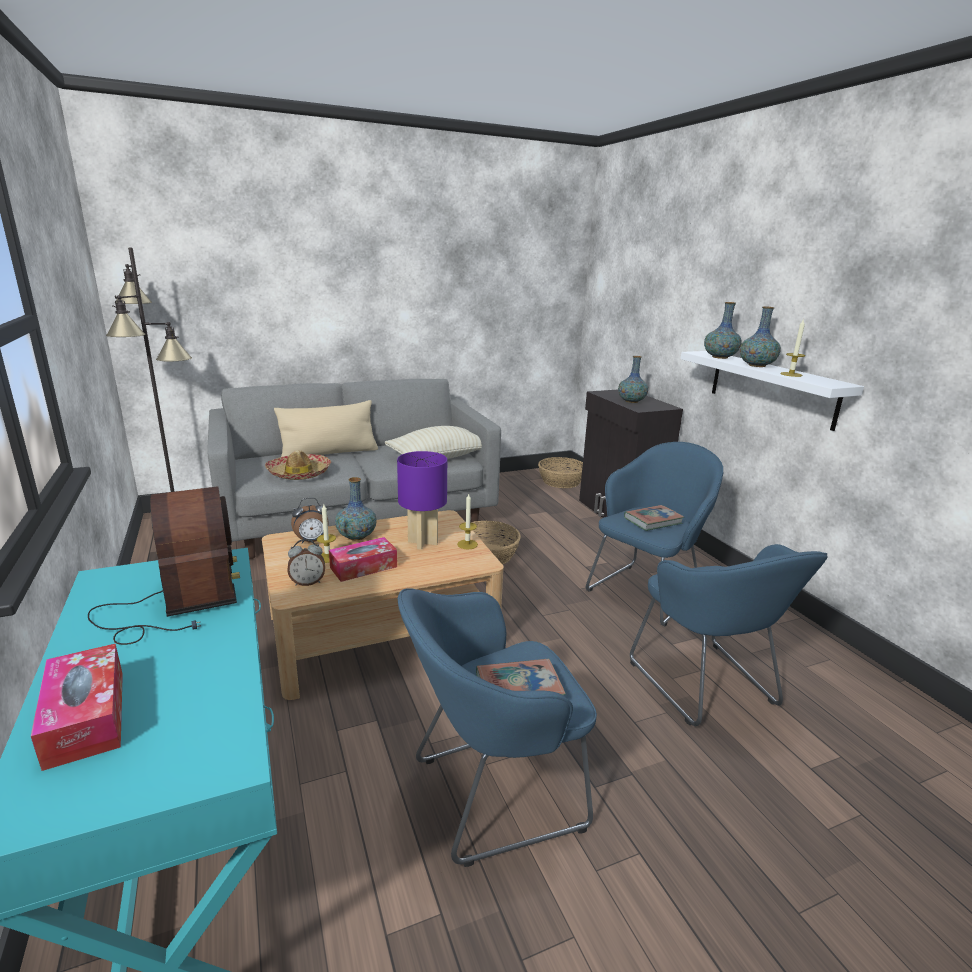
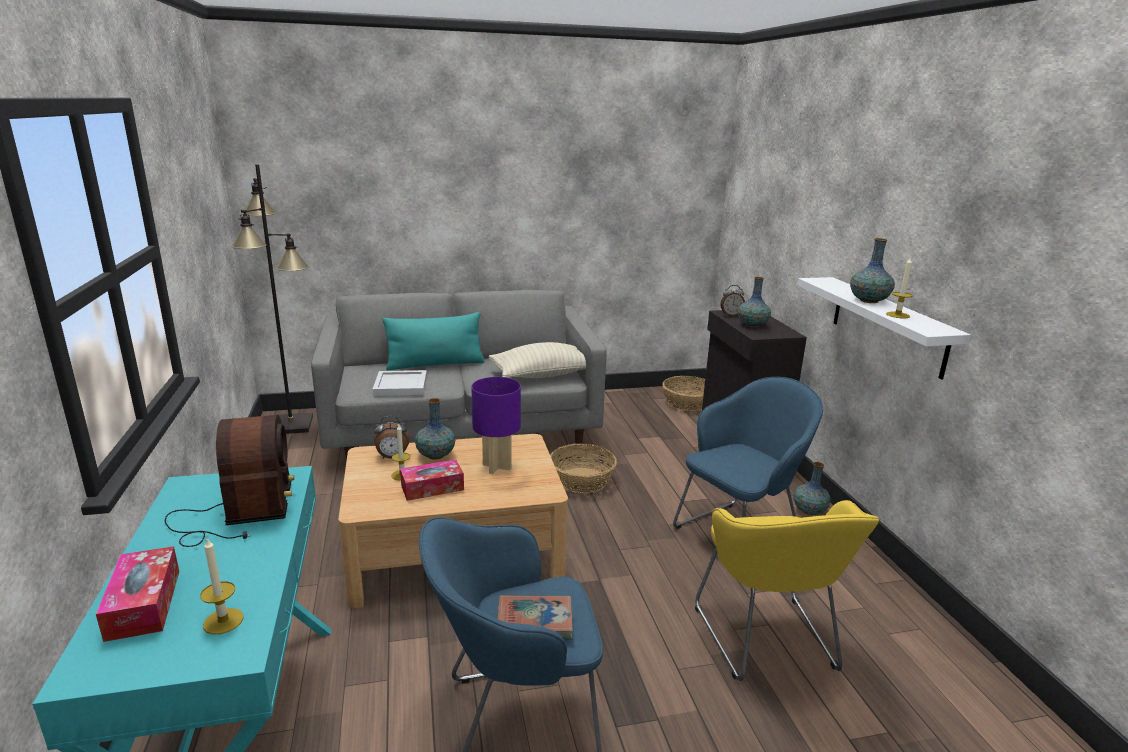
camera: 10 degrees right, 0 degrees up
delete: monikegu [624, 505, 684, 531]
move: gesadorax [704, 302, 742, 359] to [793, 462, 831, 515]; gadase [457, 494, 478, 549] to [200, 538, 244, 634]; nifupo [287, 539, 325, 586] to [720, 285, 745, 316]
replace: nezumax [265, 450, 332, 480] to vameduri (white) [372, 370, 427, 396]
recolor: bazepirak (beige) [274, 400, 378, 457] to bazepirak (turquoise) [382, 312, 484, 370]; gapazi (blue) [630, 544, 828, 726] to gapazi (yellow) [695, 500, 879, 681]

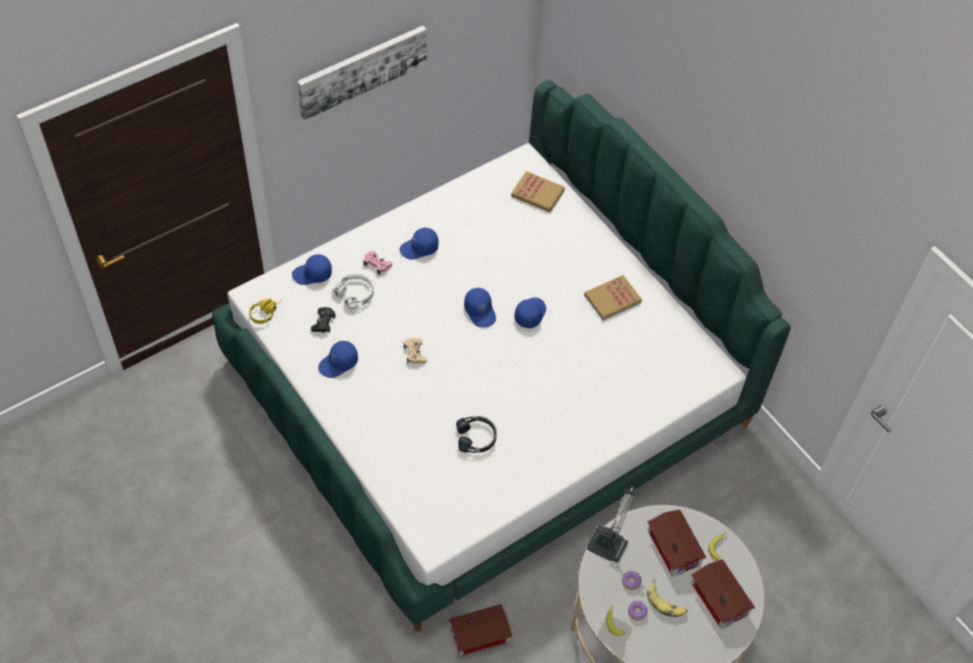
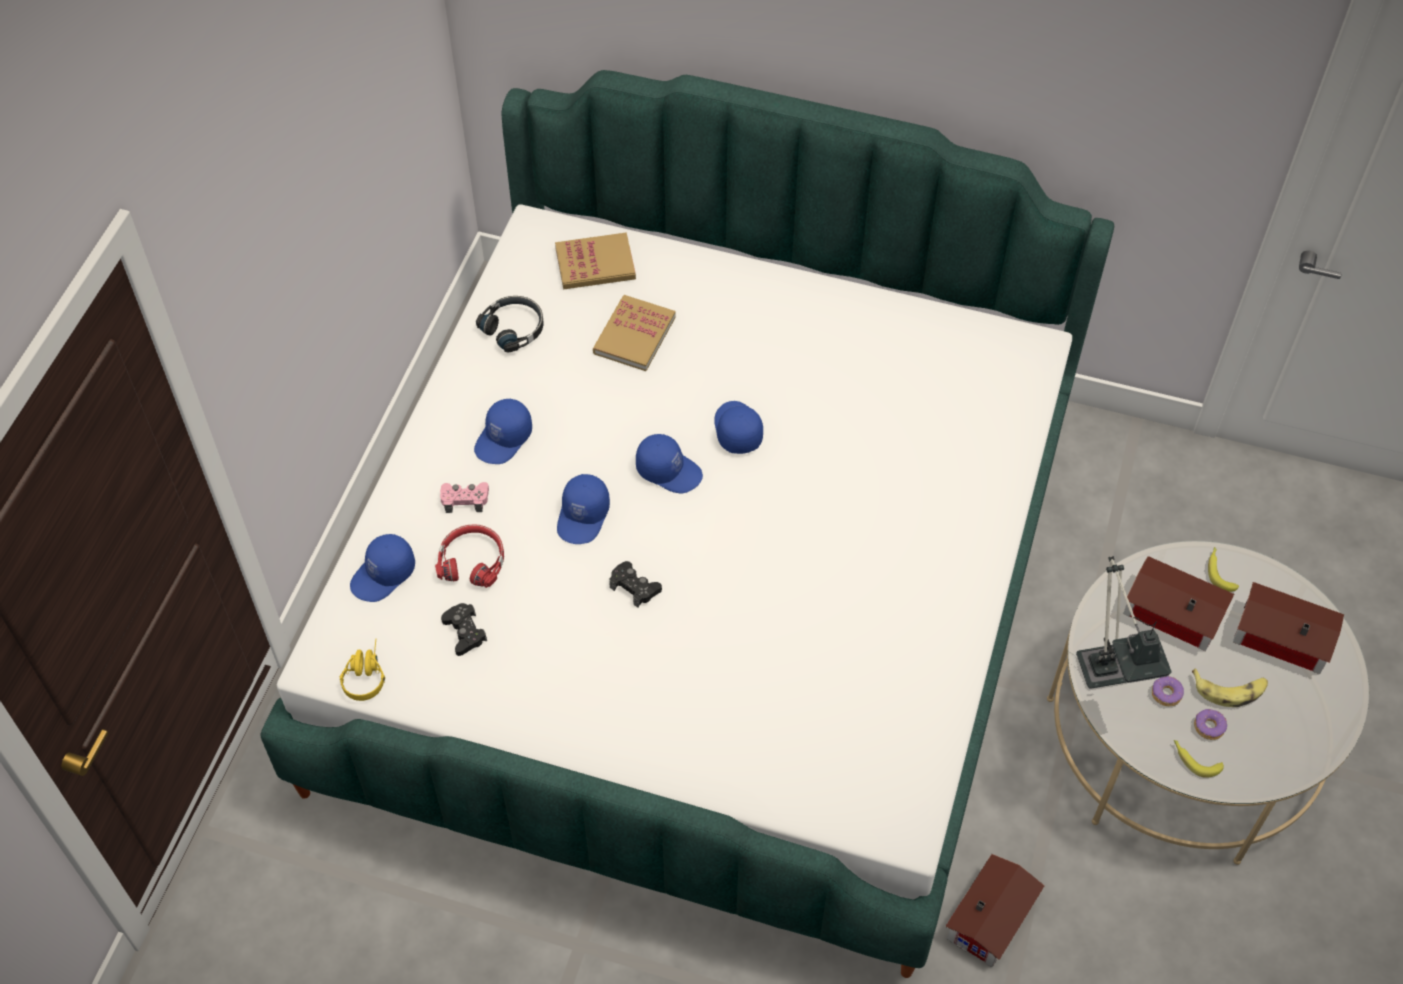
camera: 35 degrees left, 0 degrees up
delete: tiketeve [297, 26, 427, 120]
move: monikegu [584, 275, 642, 320] to [593, 295, 676, 371]; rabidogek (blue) [318, 341, 358, 378] to [557, 474, 610, 544]; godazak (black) [456, 416, 497, 453] to [476, 296, 543, 353]
recolor: godazak (white) [332, 274, 374, 310] to godazak (red) [435, 524, 504, 588]; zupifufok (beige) [404, 338, 427, 364] to zupifufok (black) [609, 561, 662, 608]

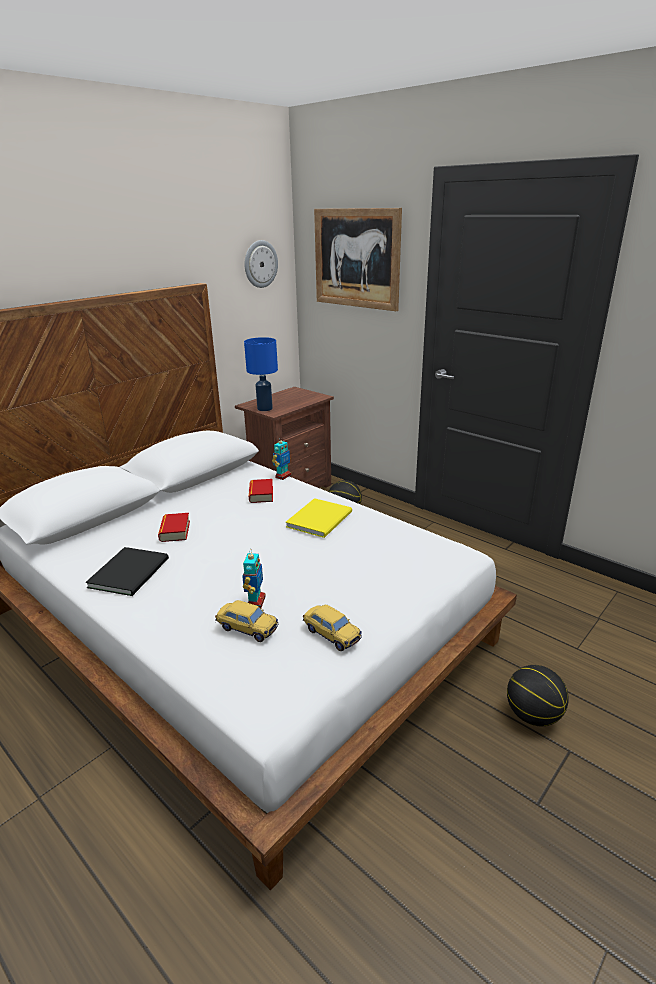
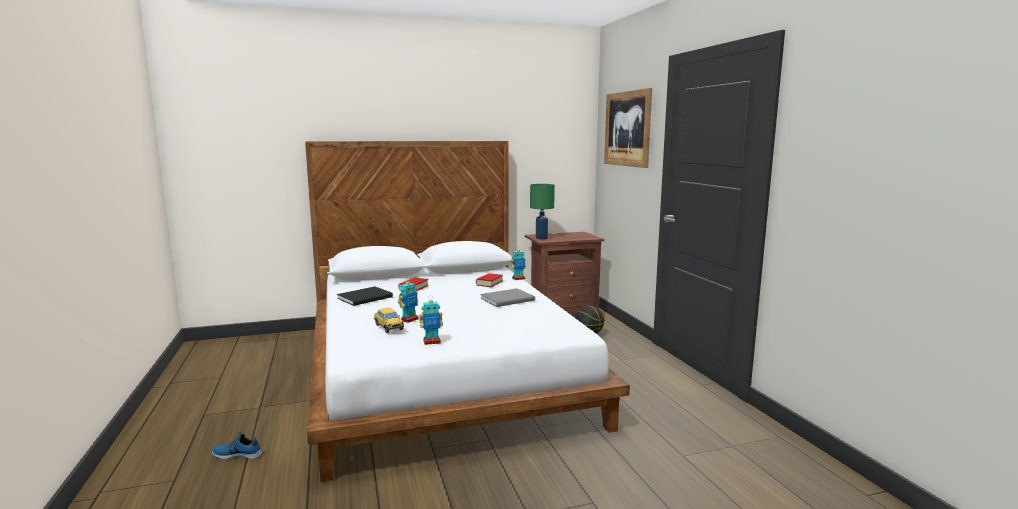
camera: 30 degrees right, 15 degrees down
delete: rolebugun [244, 240, 278, 288]; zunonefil [507, 665, 569, 726]
insert: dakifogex [212, 431, 262, 459]
replace: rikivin [303, 605, 362, 651] to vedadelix [420, 295, 443, 345]
recolor: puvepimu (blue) [244, 337, 278, 411] to puvepimu (green) [530, 184, 555, 239]; monikegu (yellow) [286, 498, 352, 538] to monikegu (grey) [480, 288, 535, 307]

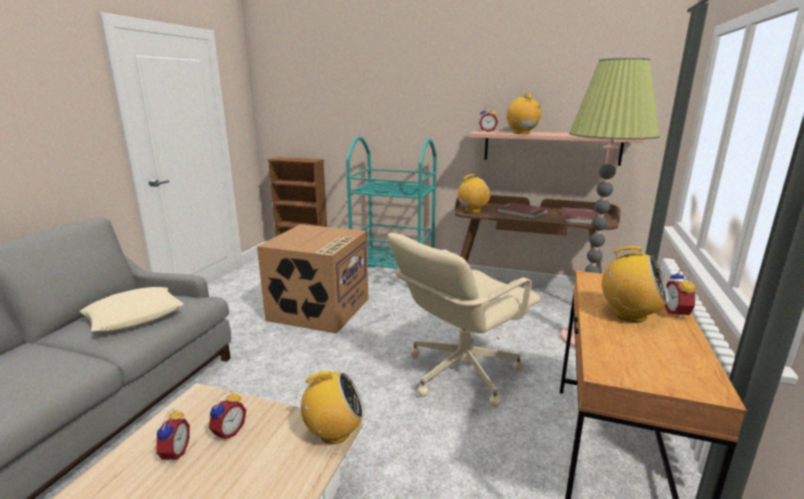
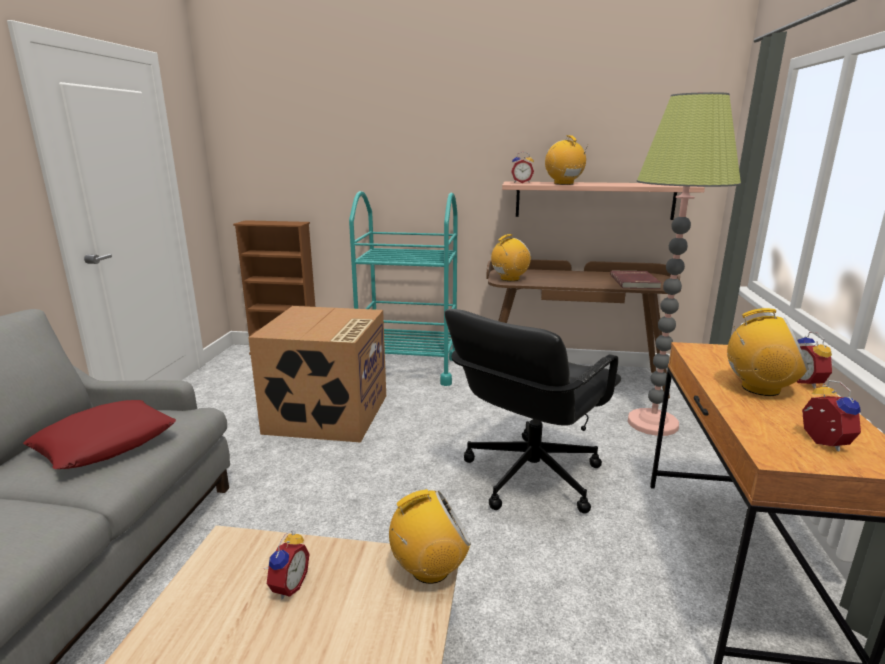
camera: 10 degrees left, 0 degrees up
delete: monikegu (red) [498, 202, 548, 219]
move: nifupo [154, 408, 190, 464] to [802, 380, 861, 452]
recolor: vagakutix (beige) [388, 233, 541, 407] to vagakutix (black) [444, 309, 621, 514]; bazepirak (beige) [79, 287, 184, 332] to bazepirak (red) [23, 400, 176, 469]

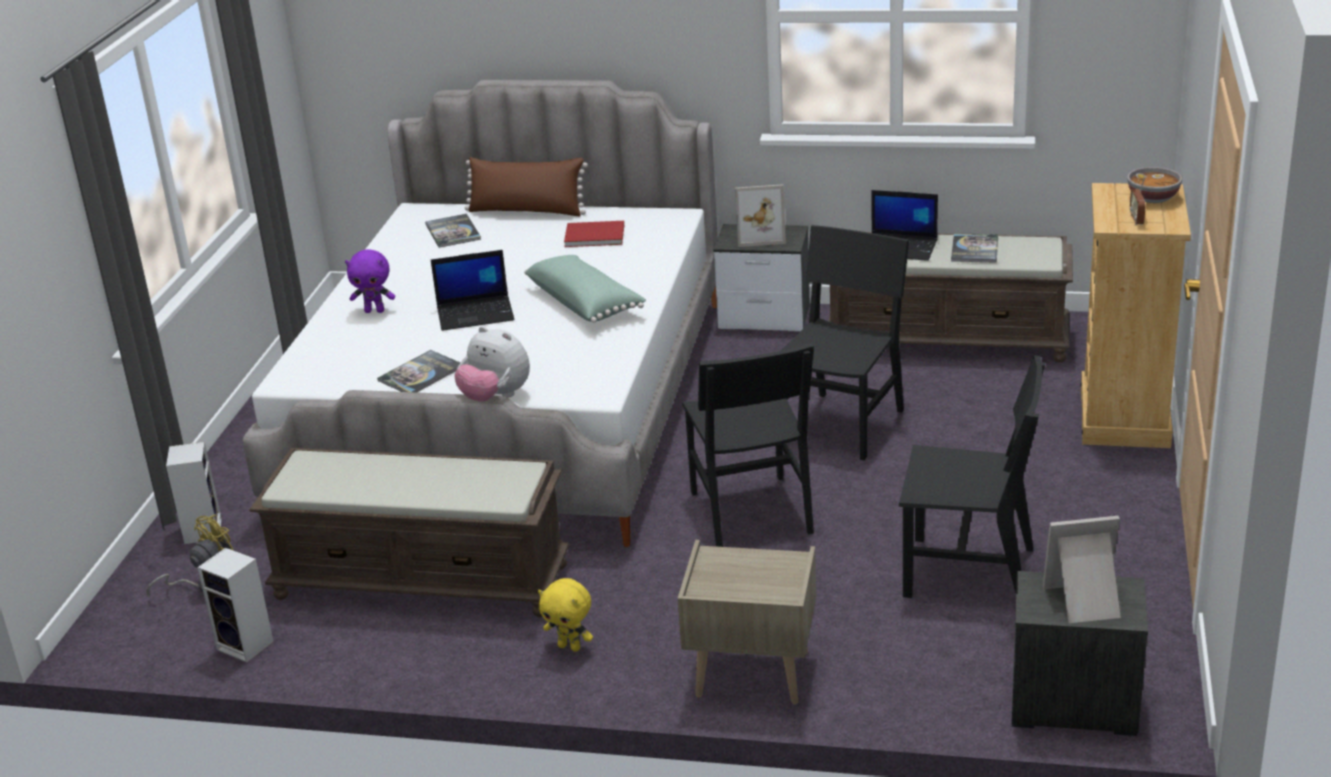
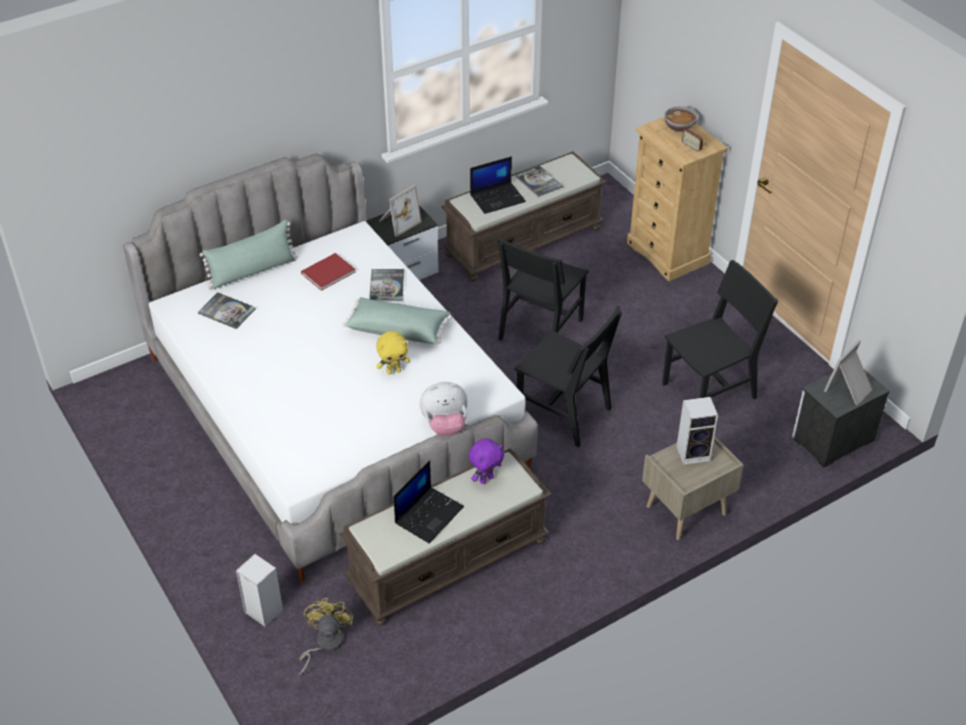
camera: 45 degrees left, 15 degrees up
move: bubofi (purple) [345, 249, 395, 313] to [468, 438, 504, 484]; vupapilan [431, 250, 515, 331] to [394, 460, 464, 543]; monikegu [377, 350, 460, 392] to [369, 269, 404, 301]; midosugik [197, 548, 274, 663] to [677, 397, 718, 465]; bubofi (yellow) [538, 578, 593, 652] to [376, 331, 410, 375]
recolor: bazepirak (brown) [465, 157, 588, 216] to bazepirak (green) [199, 220, 298, 289]
rotate: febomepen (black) [781, 225, 909, 460] = [497, 237, 589, 341] 135 degrees counterclockwise

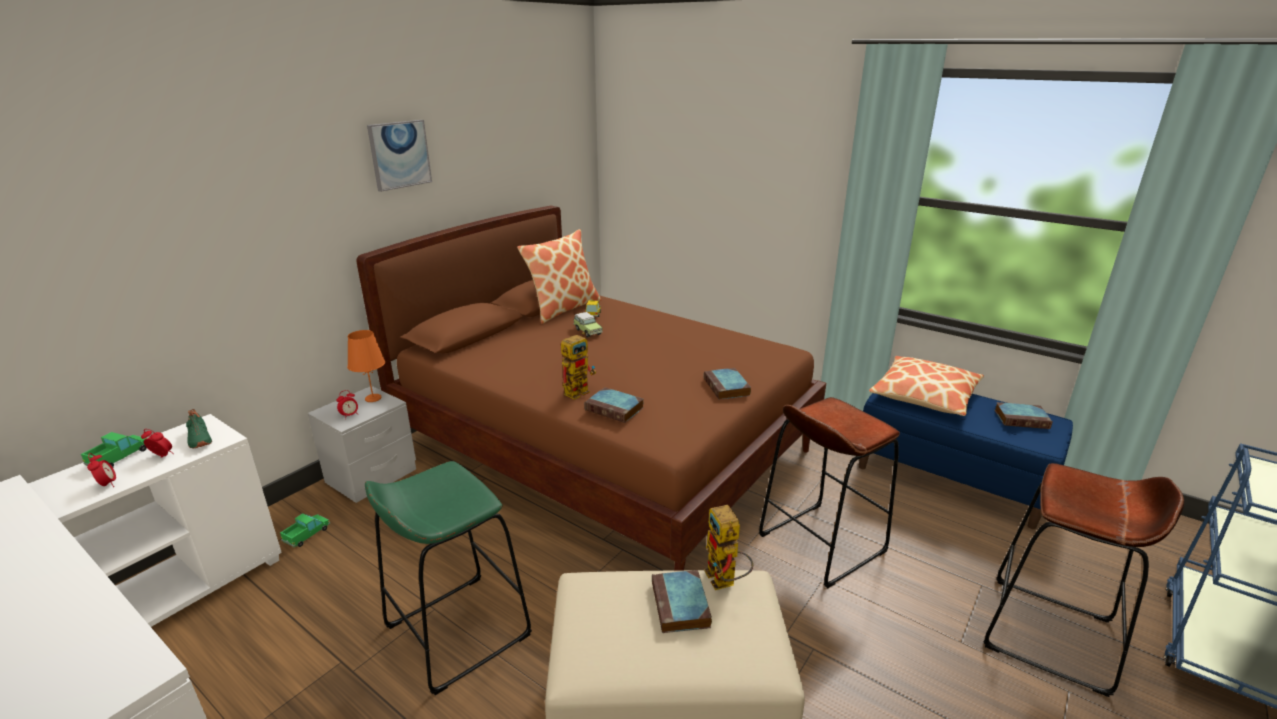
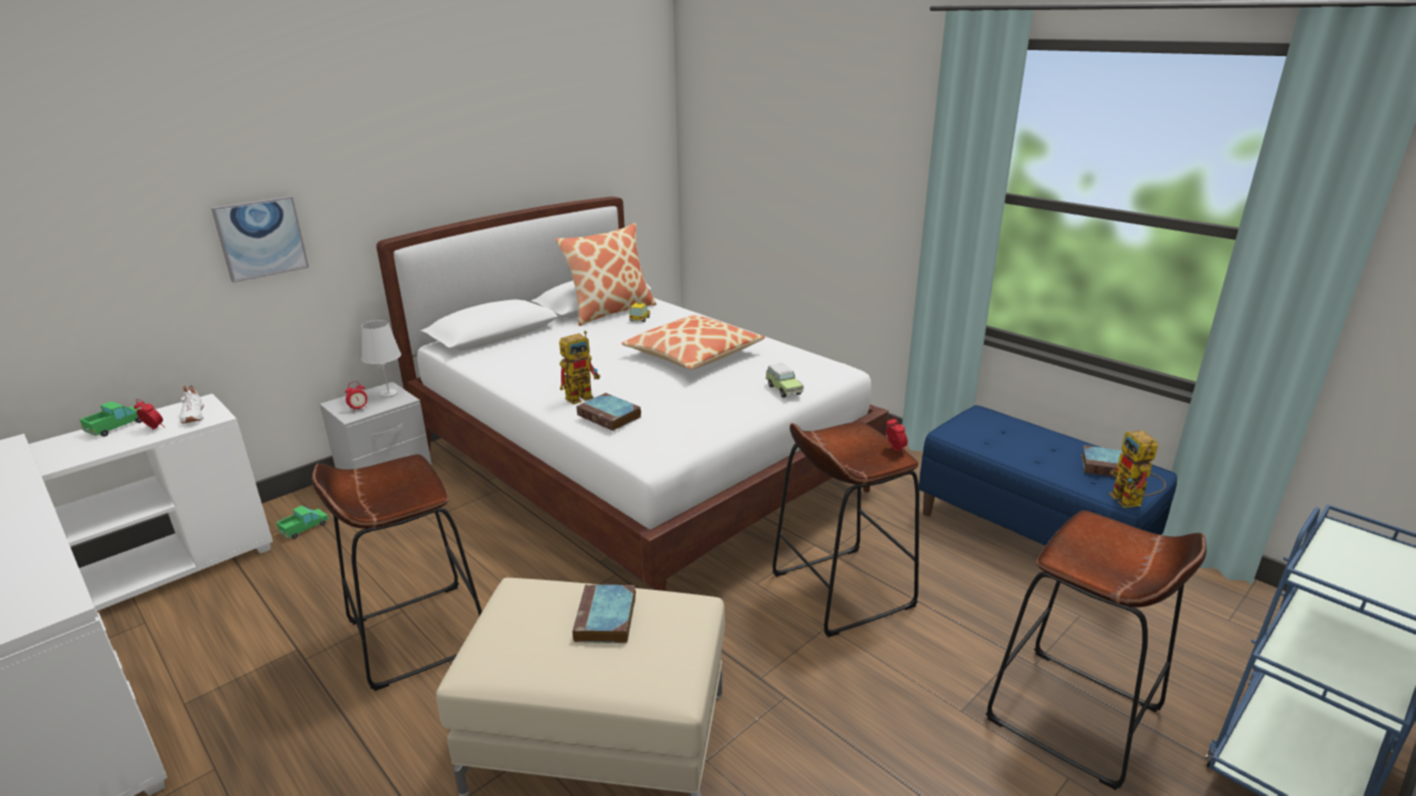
camera: 10 degrees right, 0 degrees up
delete: monikegu [704, 368, 751, 400]
move: tiketeve [367, 120, 432, 192] to [211, 196, 309, 283]; rikivin [573, 312, 603, 338] to [765, 363, 804, 398]; bazepirak [869, 356, 984, 416] to [622, 315, 765, 370]; nifupo [87, 453, 117, 487] to [886, 416, 908, 453]; vedadelix [704, 505, 753, 590] to [1109, 430, 1166, 508]
recolor: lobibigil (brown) [356, 206, 826, 570] to lobibigil (white) [377, 196, 889, 591]; puvepimu (orange) [347, 330, 385, 402] to puvepimu (white) [361, 320, 401, 398]; dakifogex (green) [186, 409, 212, 449] to dakifogex (white) [179, 386, 204, 424]; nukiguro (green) [365, 461, 532, 695] to nukiguro (brown) [312, 454, 482, 691]

